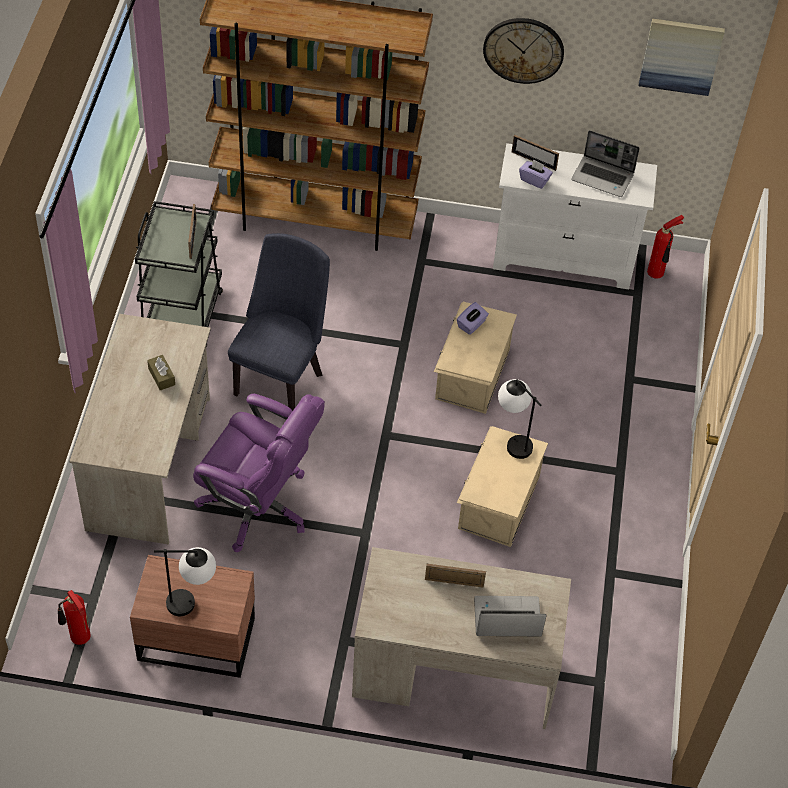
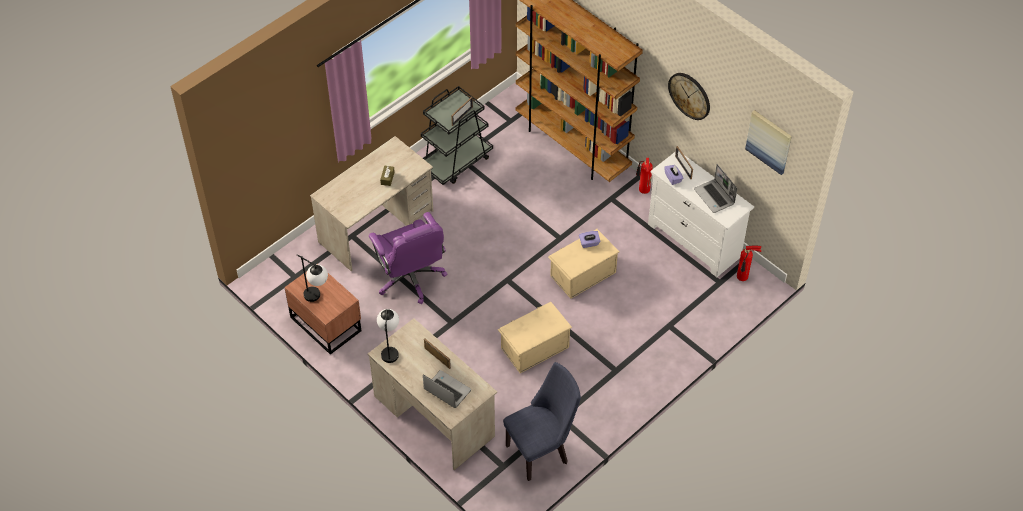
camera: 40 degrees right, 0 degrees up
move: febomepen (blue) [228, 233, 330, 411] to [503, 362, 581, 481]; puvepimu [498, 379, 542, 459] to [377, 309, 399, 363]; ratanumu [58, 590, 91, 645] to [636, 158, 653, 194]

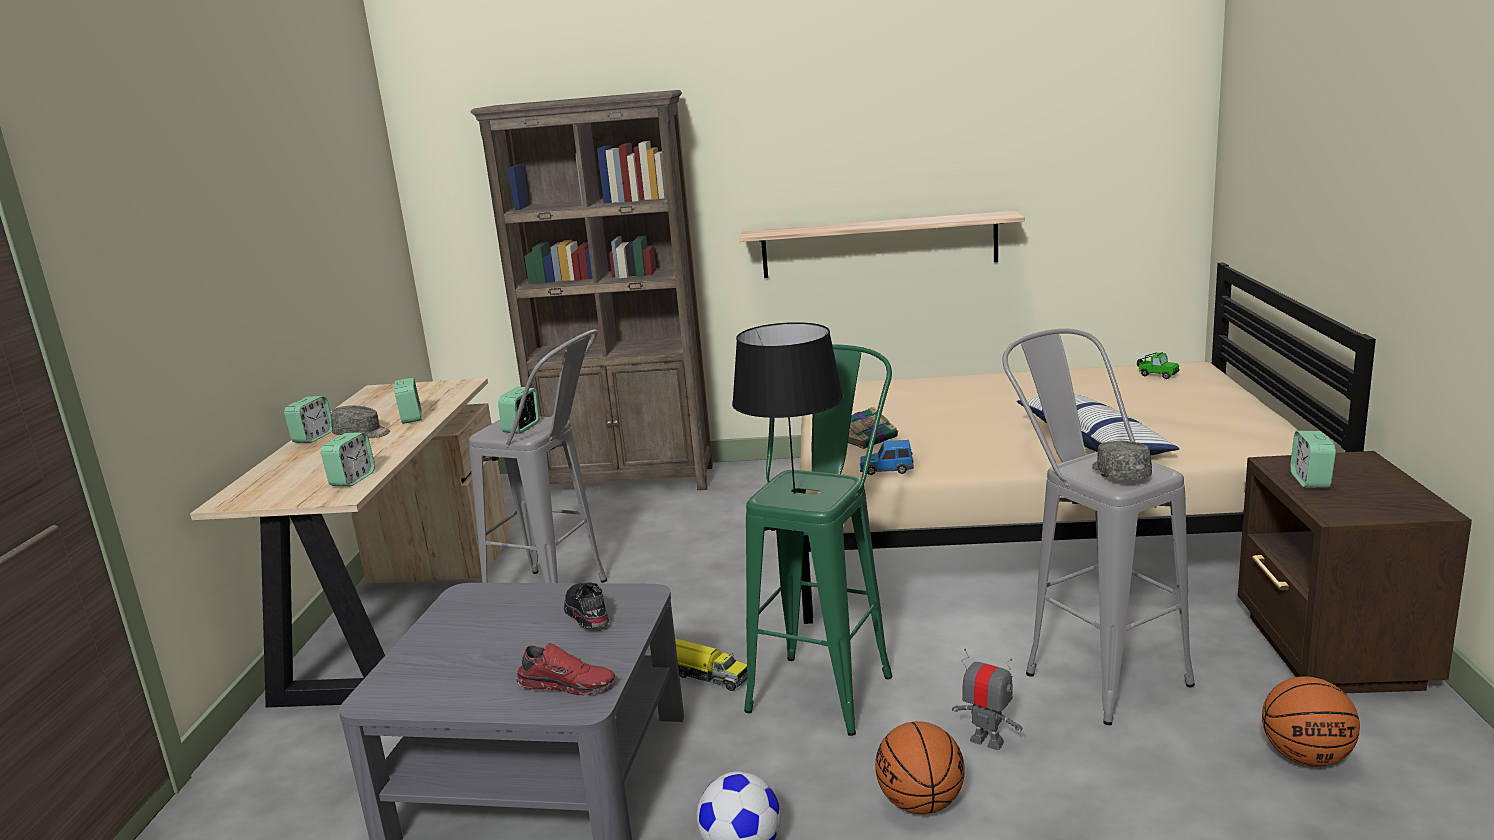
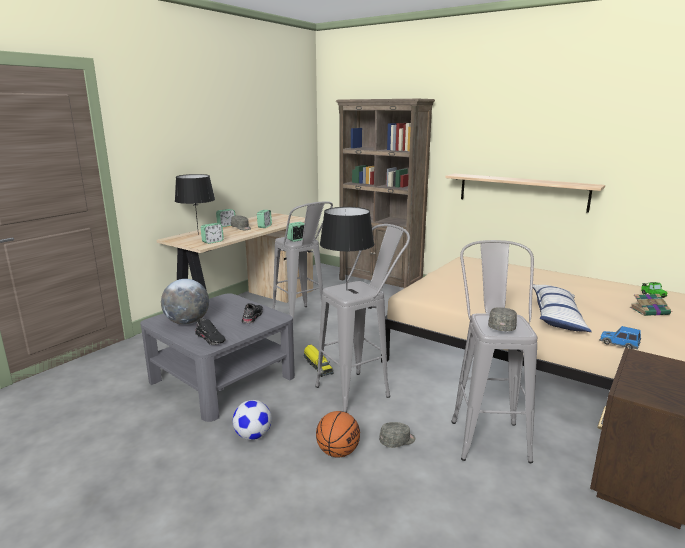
camera: 30 degrees right, 0 degrees up
delete: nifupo [1290, 431, 1336, 488]; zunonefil [1262, 676, 1360, 767]
insert: puvepimu (black) [175, 174, 215, 235]; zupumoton [161, 279, 209, 325]
move: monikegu [848, 407, 898, 449] to [630, 294, 671, 316]; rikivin [860, 440, 914, 475] to [599, 326, 641, 349]
replace: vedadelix [952, 648, 1022, 750] to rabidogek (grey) [379, 422, 416, 448]
recolor: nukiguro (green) [744, 344, 892, 736] to nukiguro (grey) [315, 224, 410, 413]; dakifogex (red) [516, 643, 615, 696] to dakifogex (black) [195, 318, 226, 345]

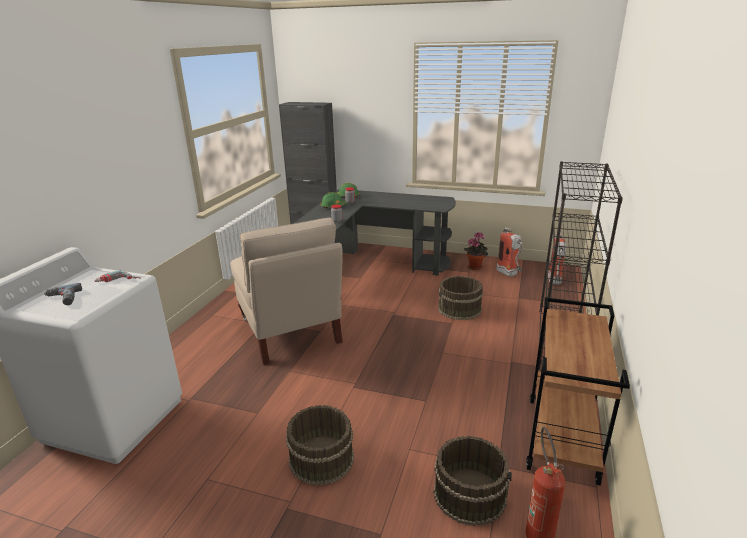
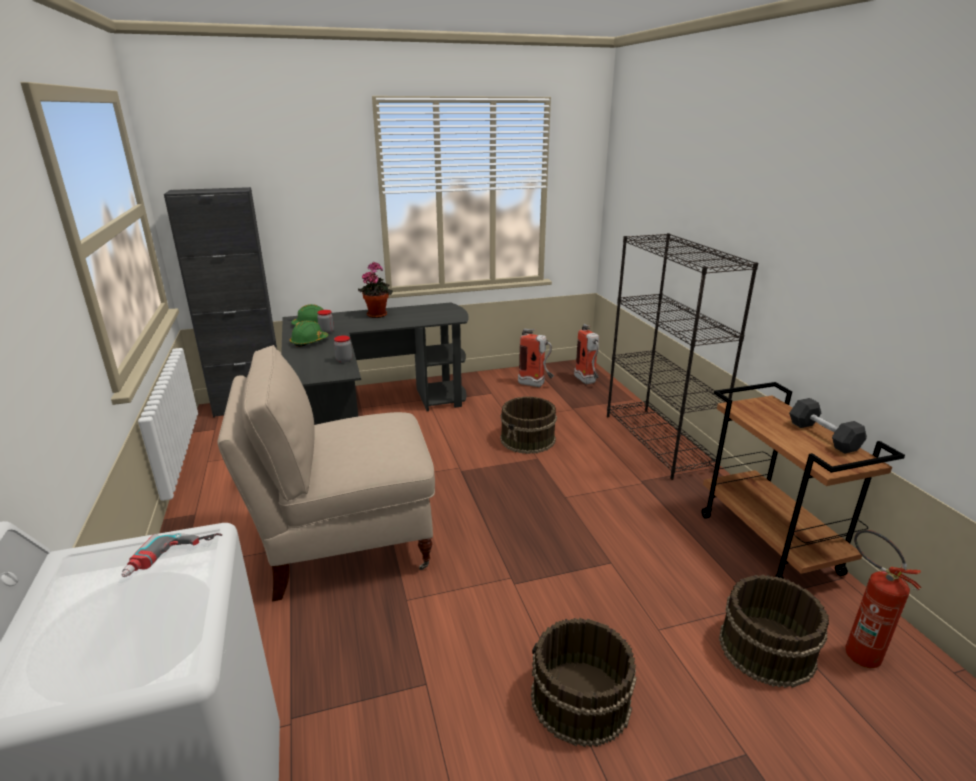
camera: 35 degrees left, 0 degrees up
delete: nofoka [44, 283, 82, 305]
insert: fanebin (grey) [789, 398, 867, 454]
move: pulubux [464, 232, 488, 270] to [358, 262, 393, 318]
rotate: febomepen (beige) [230, 217, 343, 365] = [217, 345, 435, 602] 135 degrees clockwise

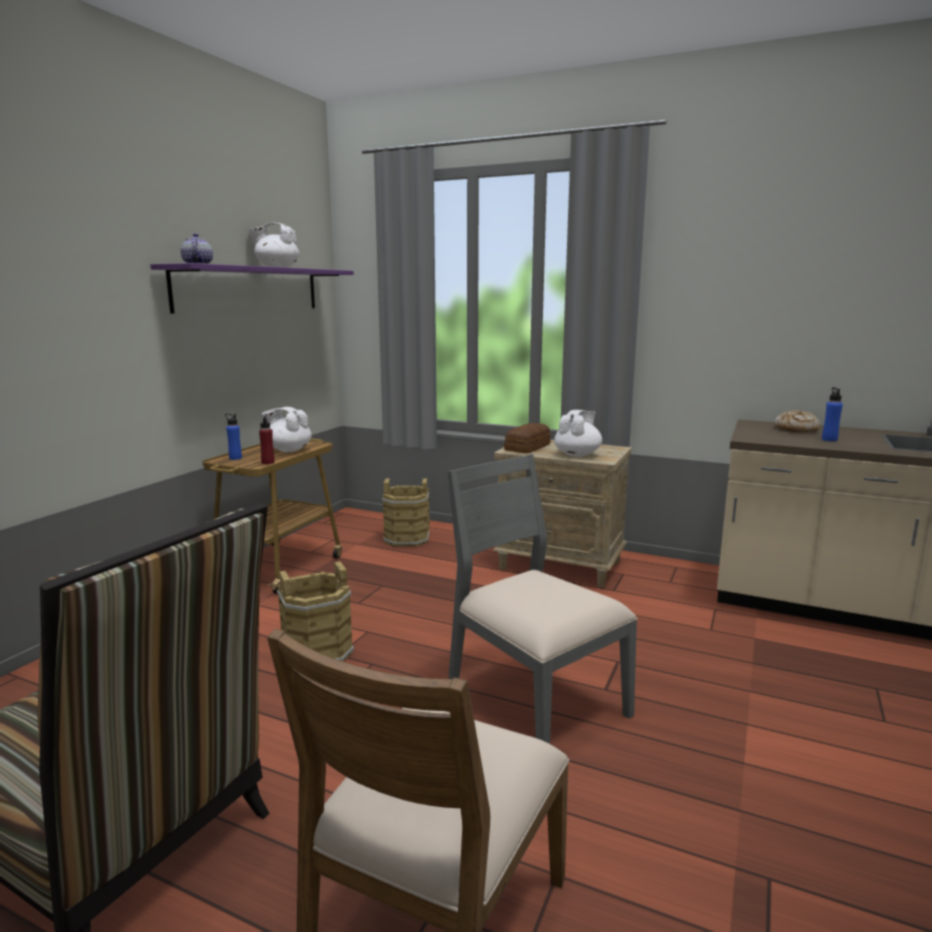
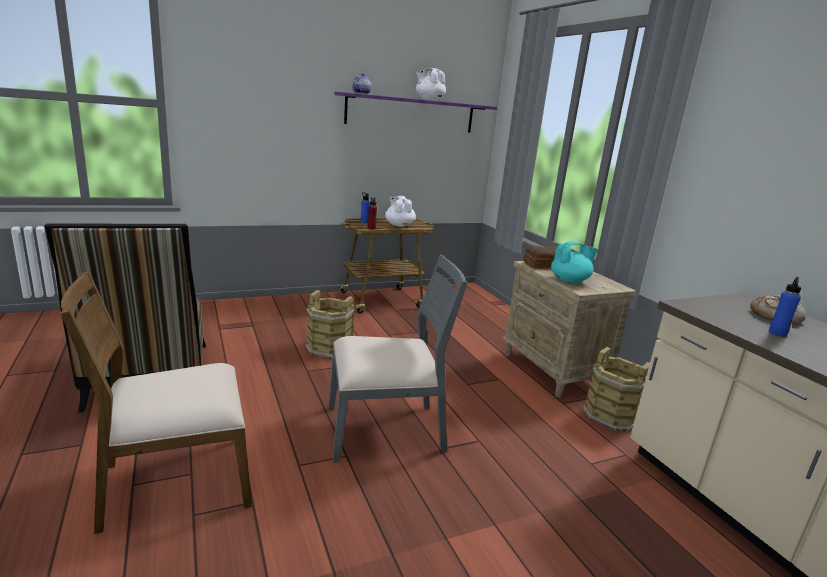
camera: 40 degrees right, 5 degrees up
move: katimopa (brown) [382, 478, 430, 547] to [583, 347, 650, 432]
recolor: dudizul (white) [554, 410, 602, 457] to dudizul (turquoise) [551, 241, 598, 283]
rotate: febomepen (grey) [447, 454, 638, 744] = [328, 255, 468, 463] 75 degrees clockwise

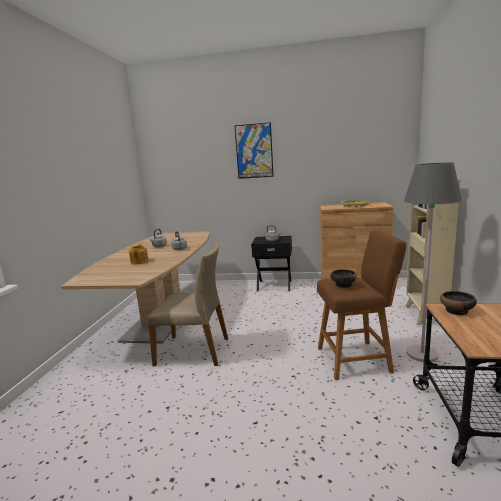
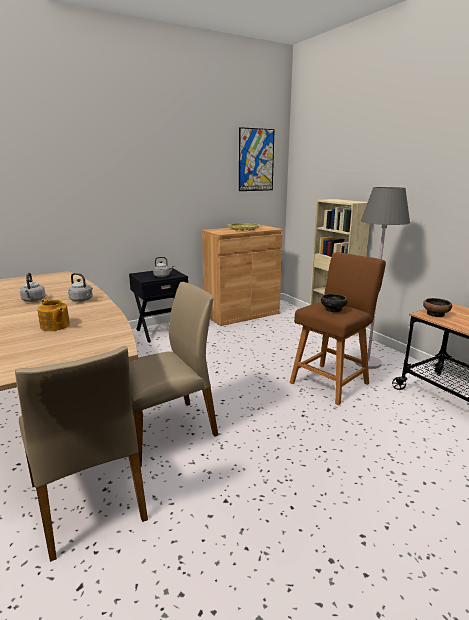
camera: 40 degrees left, 5 degrees up
insert: febomepen (beige) [15, 346, 148, 562]
move: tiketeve [235, 122, 274, 179] to [239, 127, 275, 191]

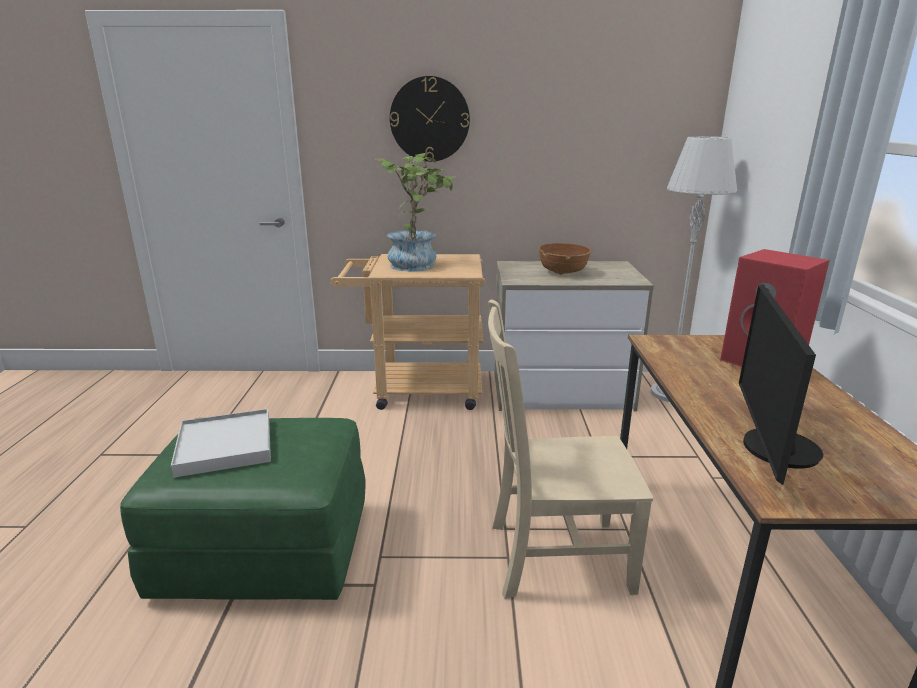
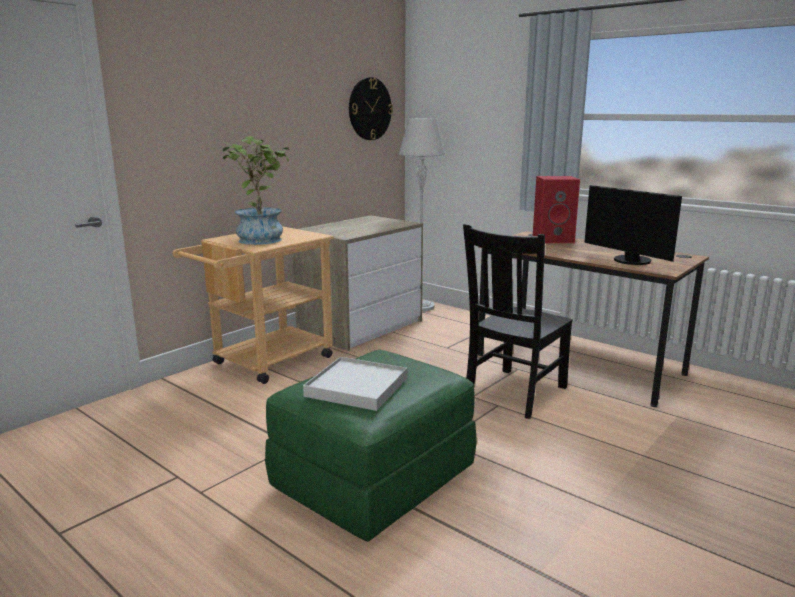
camera: 50 degrees left, 5 degrees down
delete: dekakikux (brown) [538, 243, 591, 275]
move: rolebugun [390, 76, 470, 162] to [349, 77, 393, 140]
recolor: febomepen (beige) [488, 300, 653, 599] to febomepen (black) [463, 224, 573, 419]

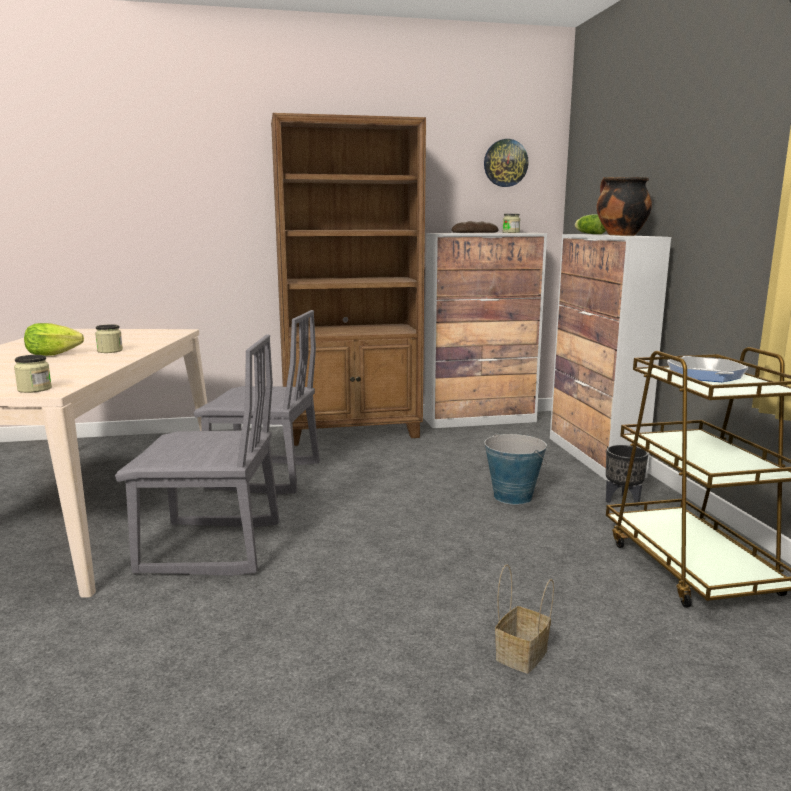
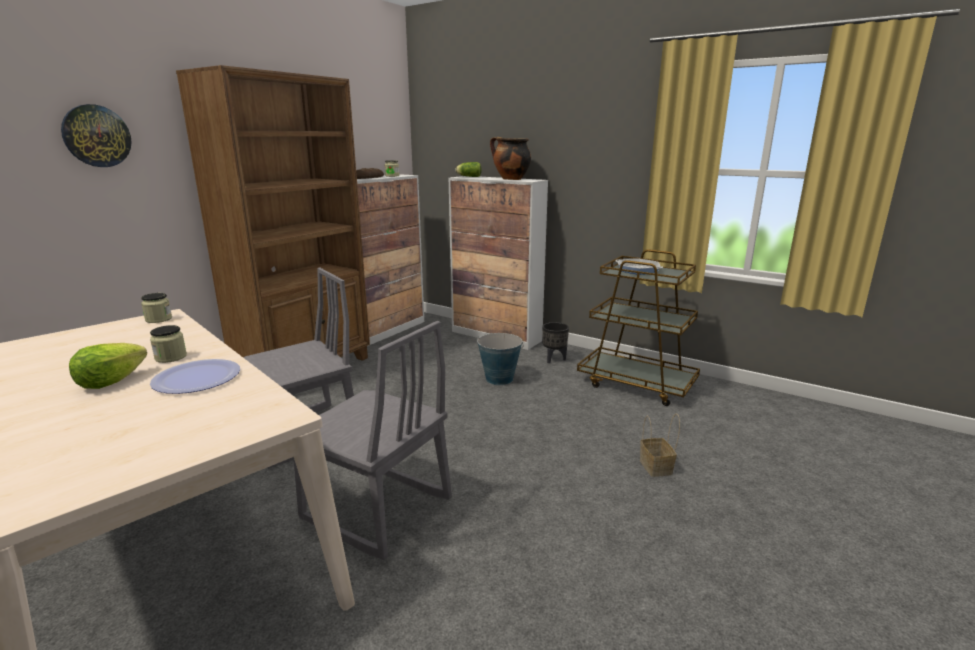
camera: 45 degrees left, 5 degrees up
insert: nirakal [150, 359, 240, 394]
move: rolebugun [484, 139, 529, 187] to [61, 104, 132, 167]; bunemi [14, 355, 52, 393] to [141, 293, 172, 323]
rotate: febomepen (grey) [115, 334, 279, 576] = [293, 321, 452, 560] 75 degrees clockwise

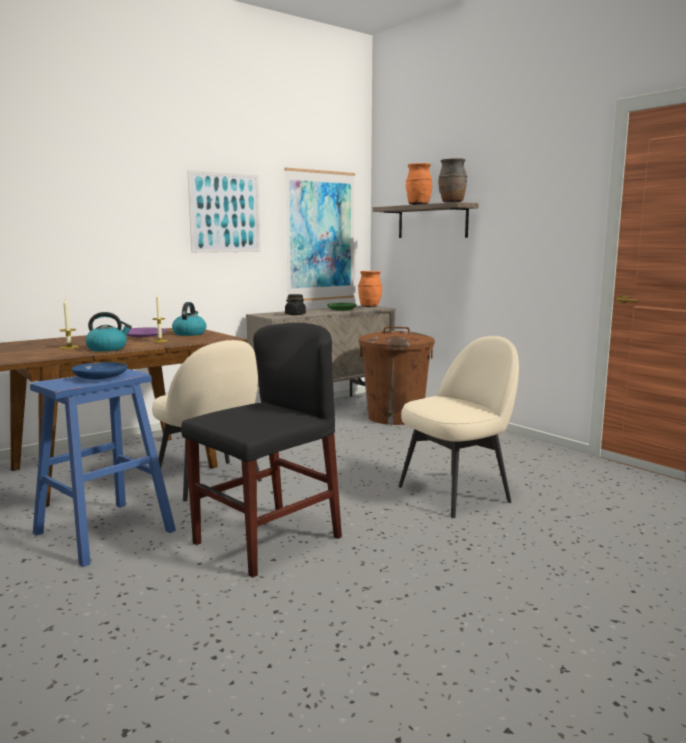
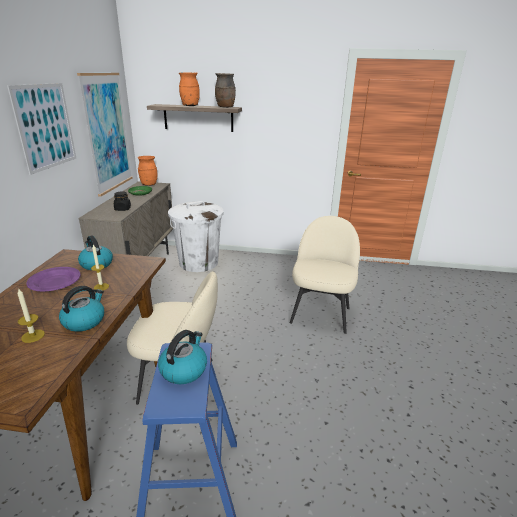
camera: 45 degrees left, 15 degrees up
delete: febomepen (black) [181, 323, 342, 578]
replace: nirakal (blue) [72, 362, 128, 379] to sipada [158, 330, 207, 384]
recolor: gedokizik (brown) [359, 327, 435, 425] to gedokizik (white) [168, 201, 224, 272]

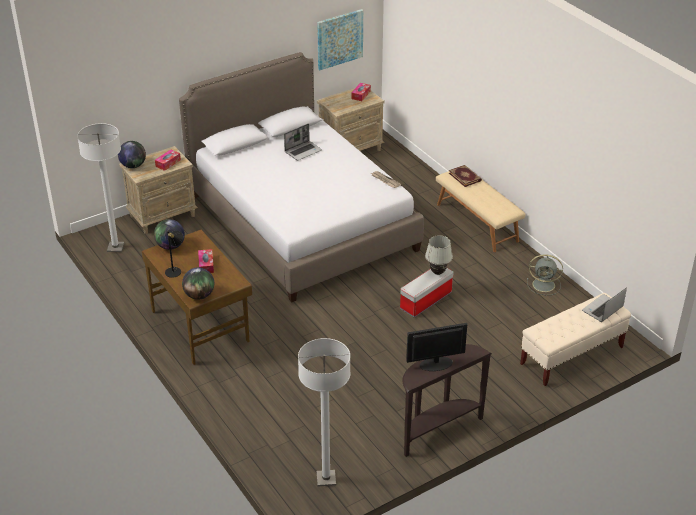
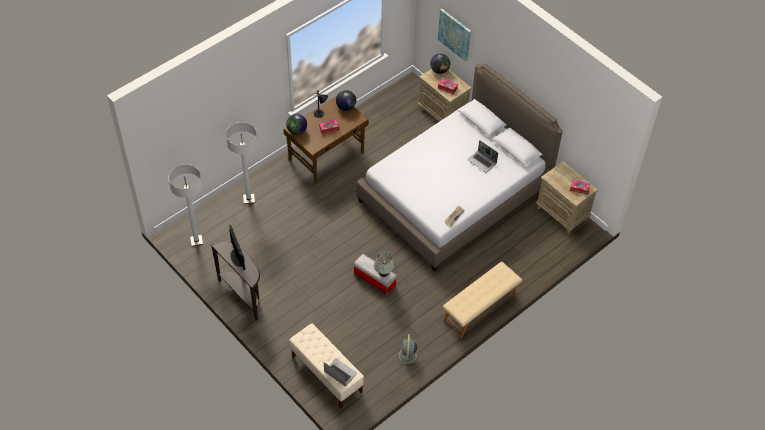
camera: 80 degrees right, 15 degrees up
delete: monikegu [449, 165, 482, 187]
move: tiketeve [317, 9, 363, 70] to [438, 9, 471, 62]; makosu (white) [77, 123, 124, 252] to [226, 122, 258, 204]

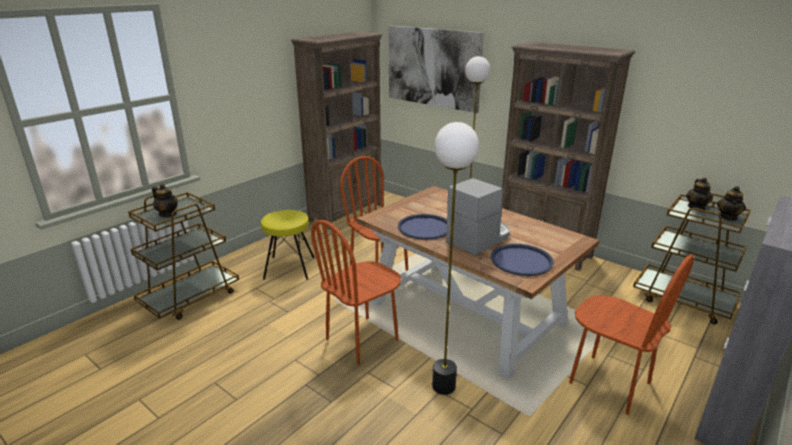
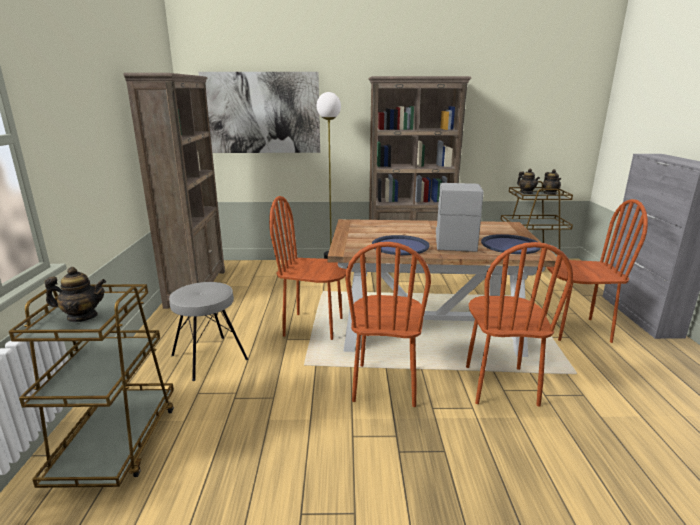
camera: 40 degrees left, 5 degrees down
replace: makosu [432, 122, 479, 395] to febomepen (brown) [466, 242, 573, 407]
recolor: nukiguro (yellow) [261, 210, 315, 280] to nukiguro (grey) [169, 282, 248, 381]

